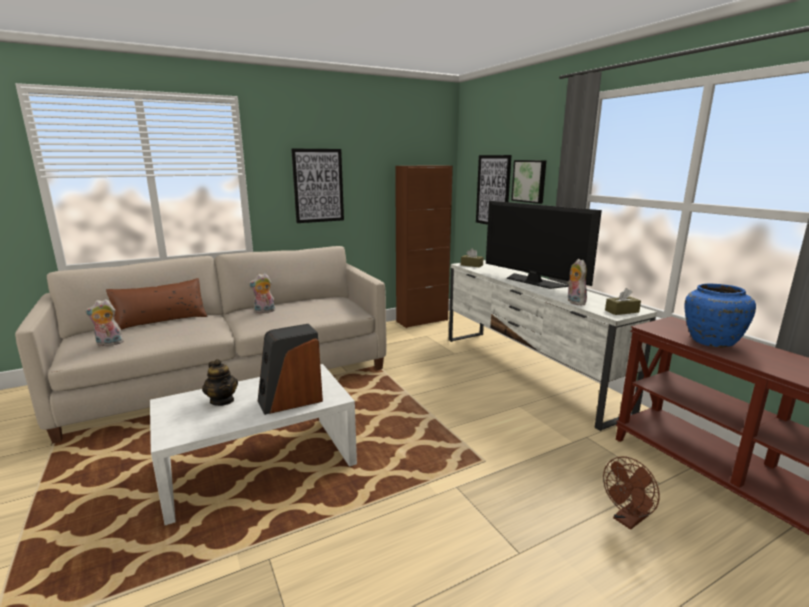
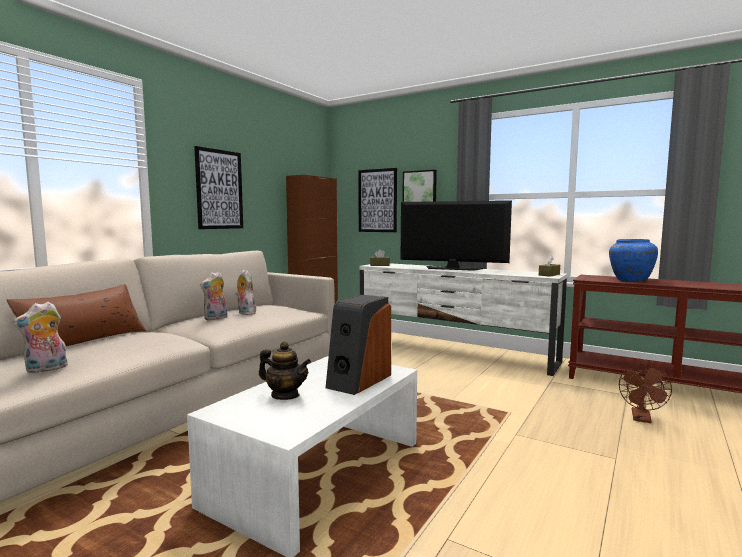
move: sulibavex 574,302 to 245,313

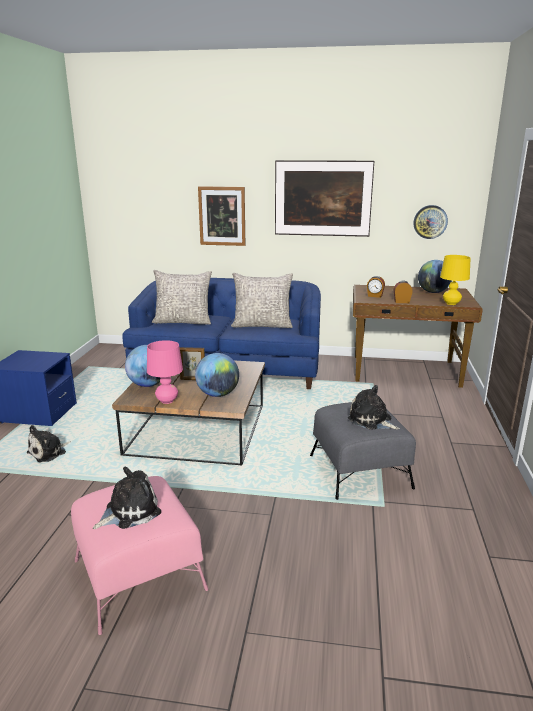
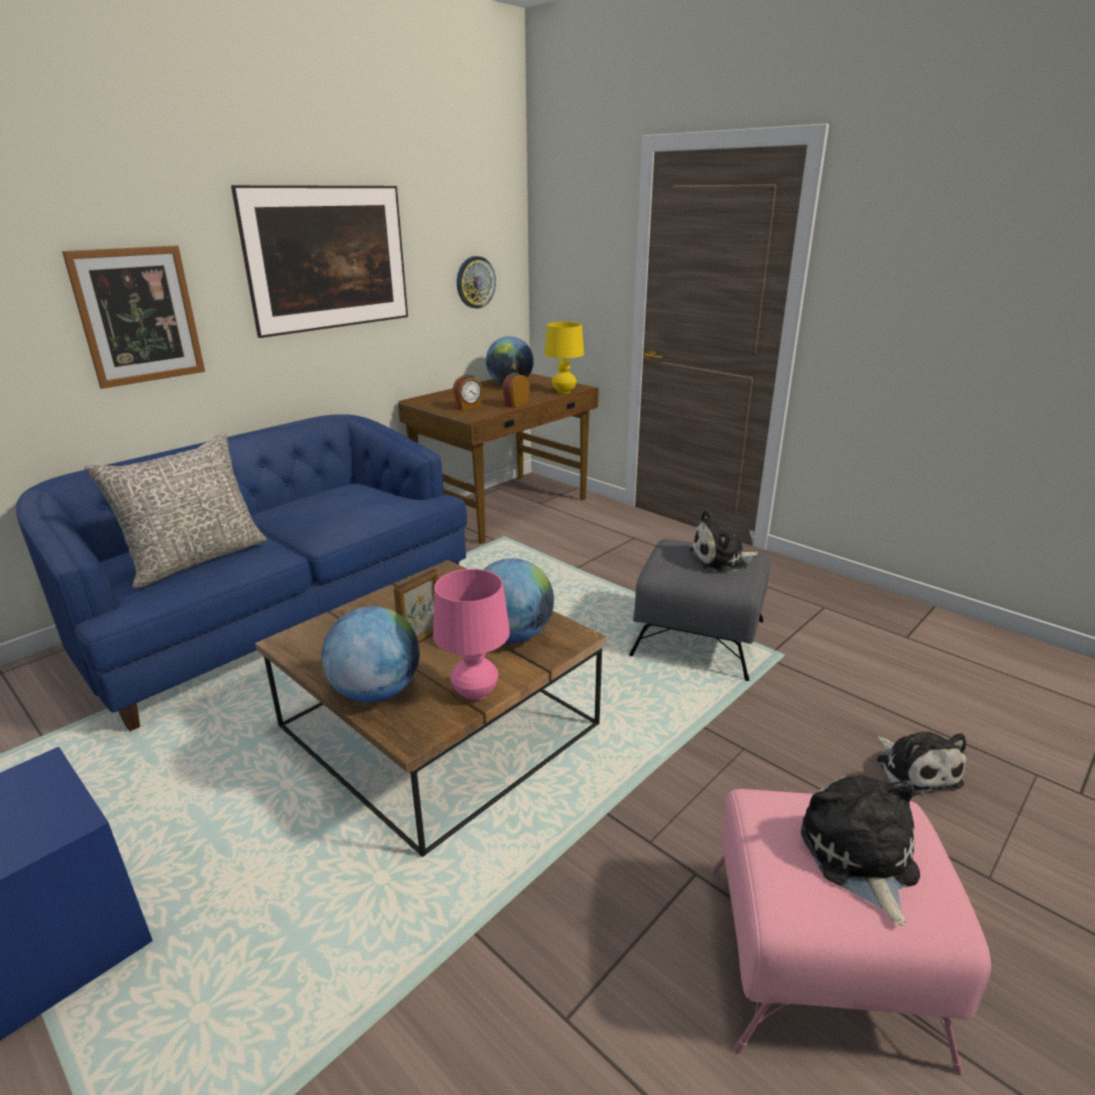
delete: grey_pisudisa 262,325
move: sulibavex 49,452 to 915,769

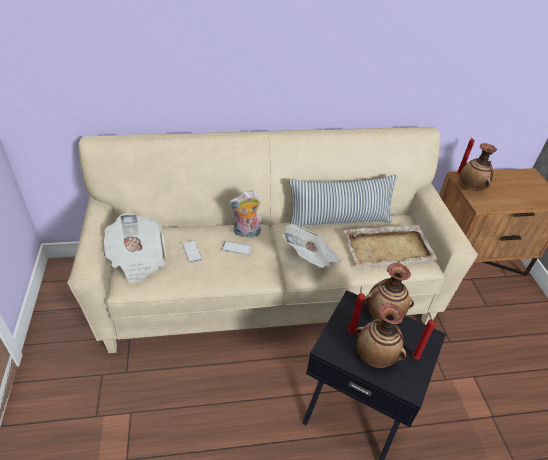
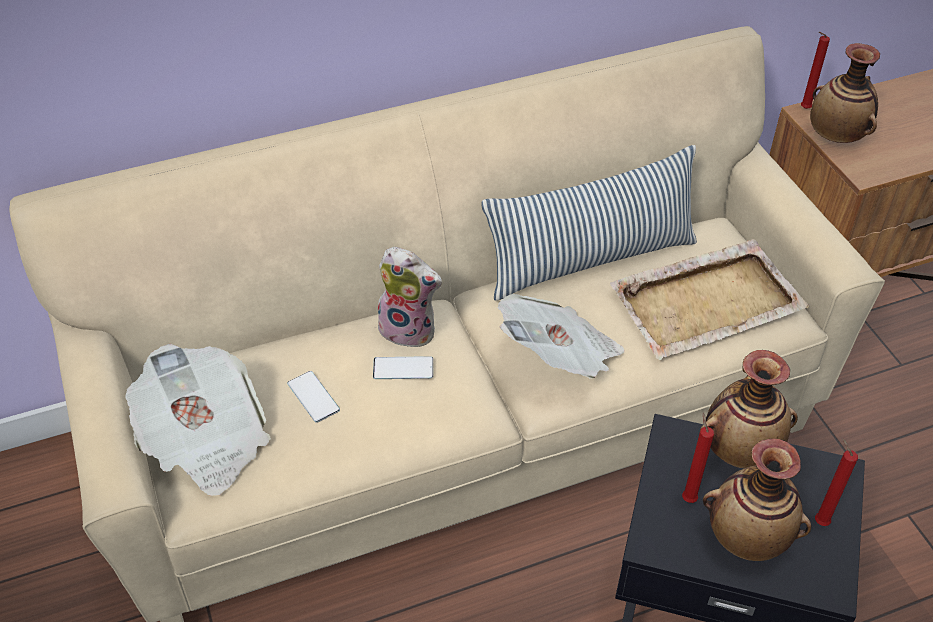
rotate: sulibavex 246,233 = 410,330 135 degrees counterclockwise

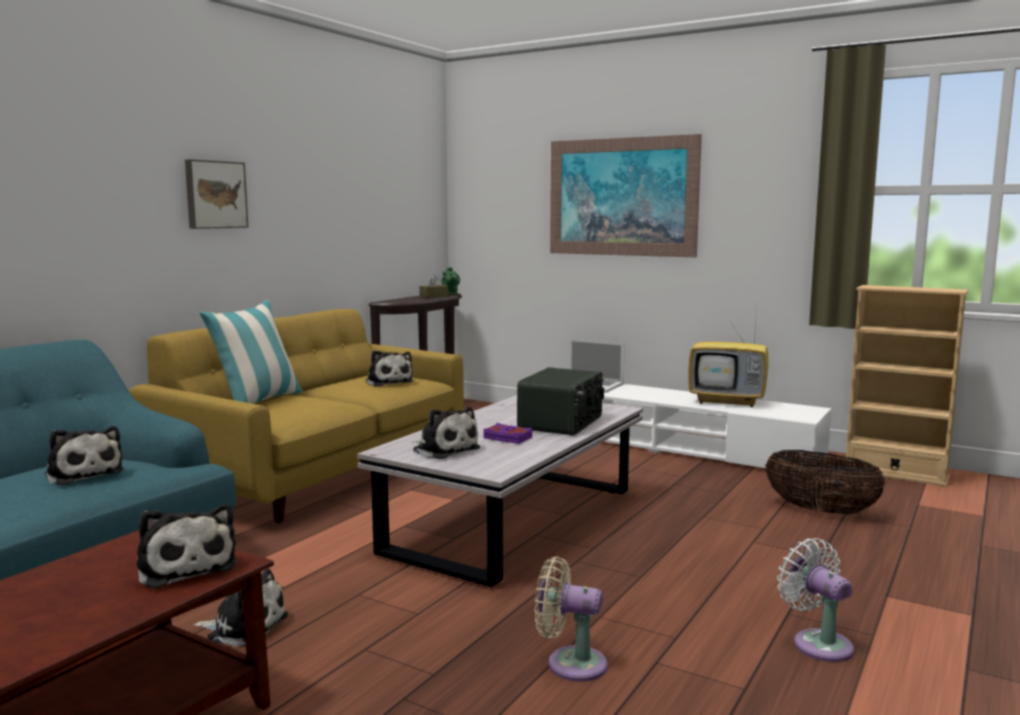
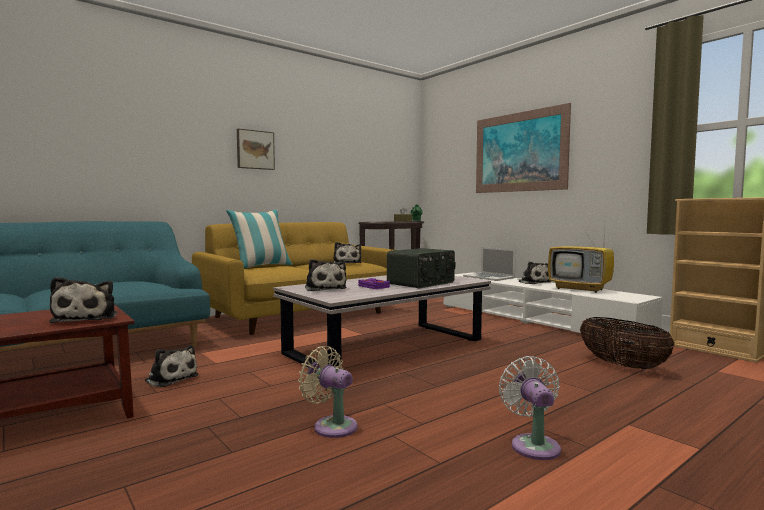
move: sulibavex 83,473 to 533,282

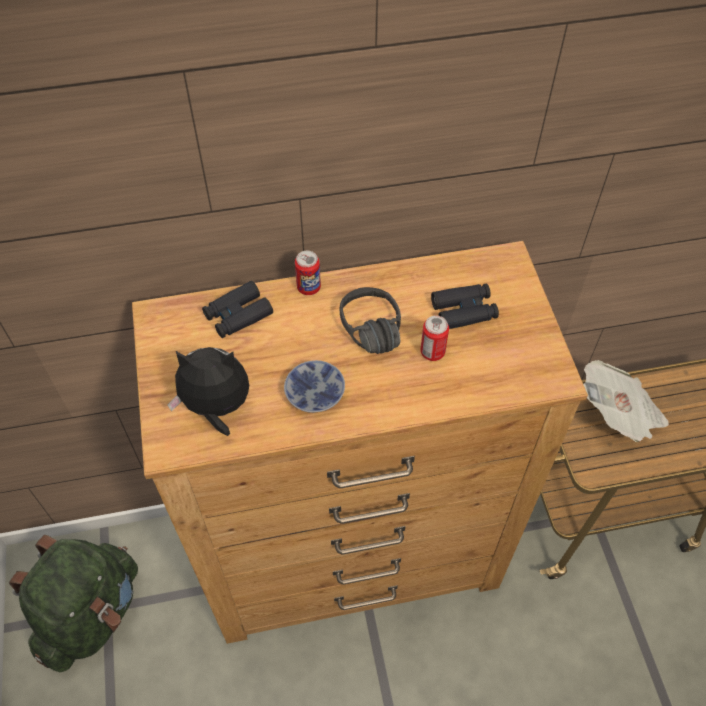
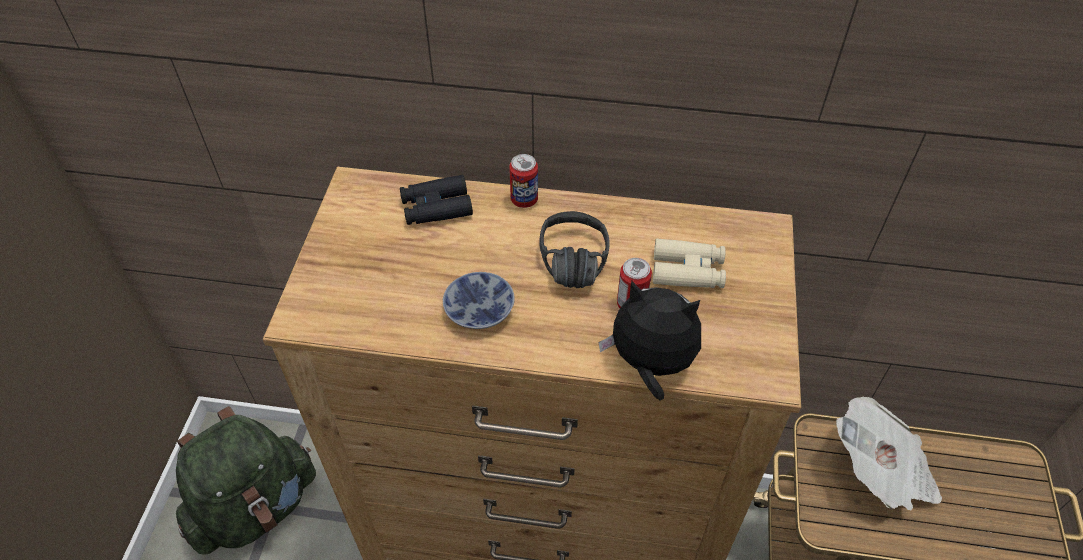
move: sulibavex 216,408 to 650,365
recolor: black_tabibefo 464,311 to beige_tabibefo 688,271

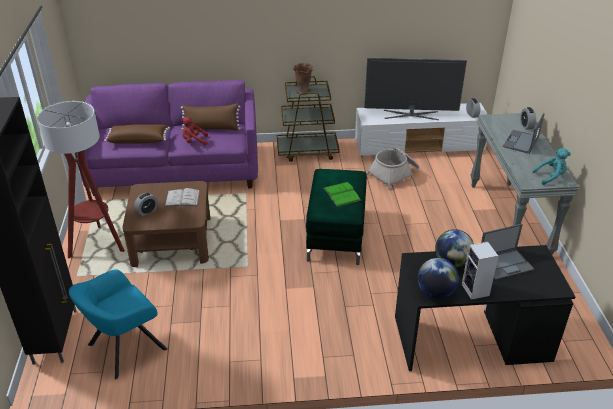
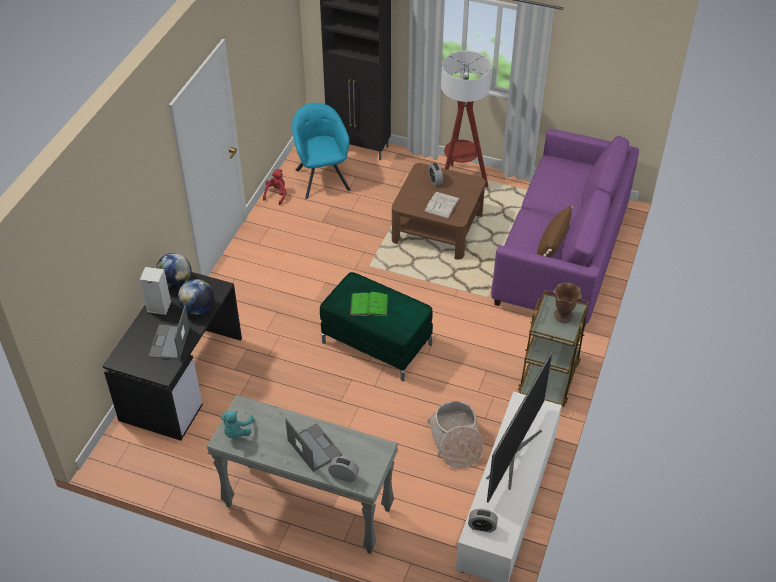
delete: brown_pisudisa 138,140
move: red_sulibavex 194,142 to 276,194

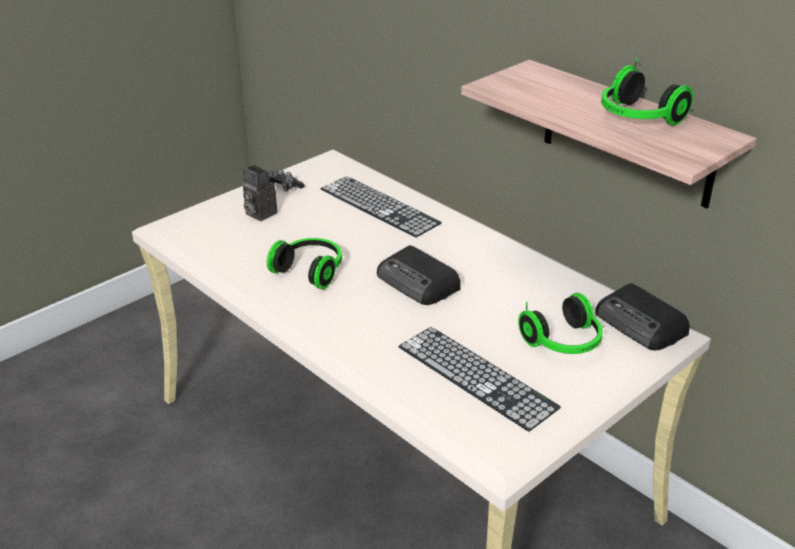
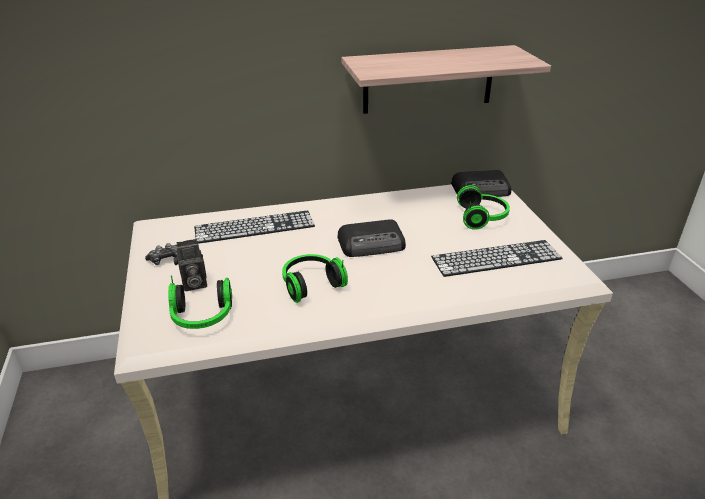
move: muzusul 637,118 to 202,318

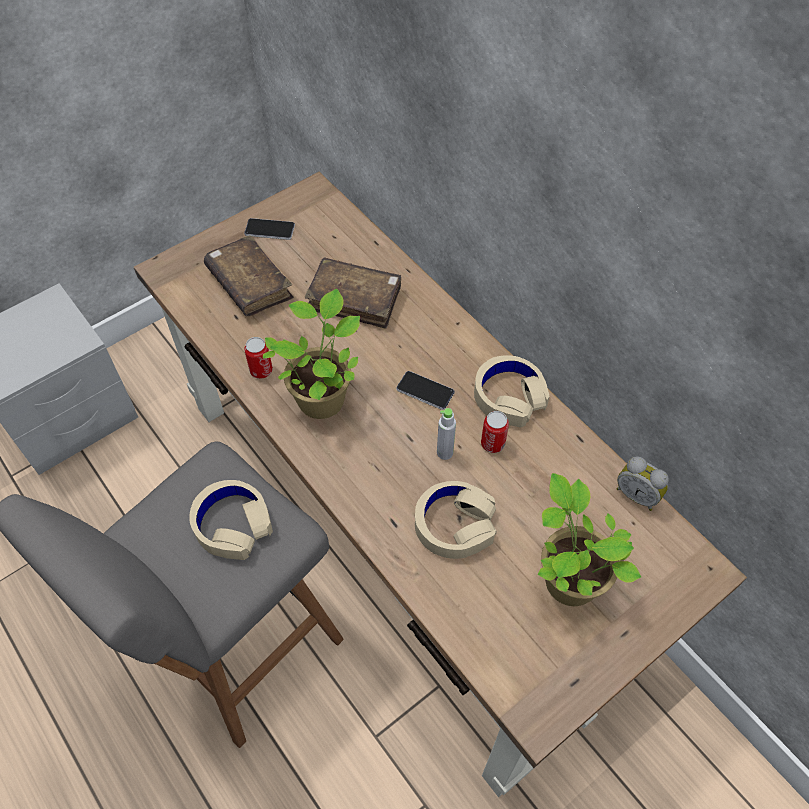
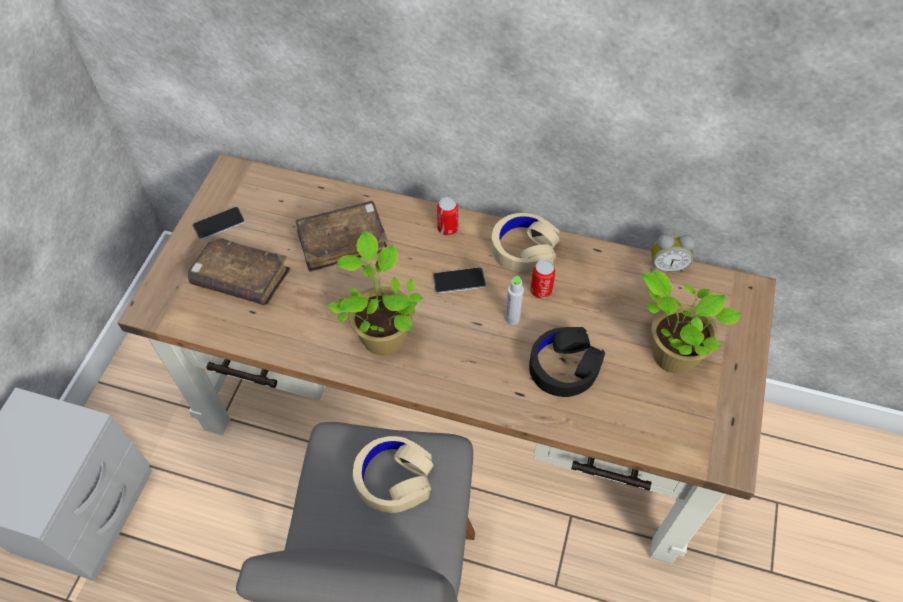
move: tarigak 261,370 to 448,228
recolor: beige_muzusul 454,525 to black_muzusul 564,366

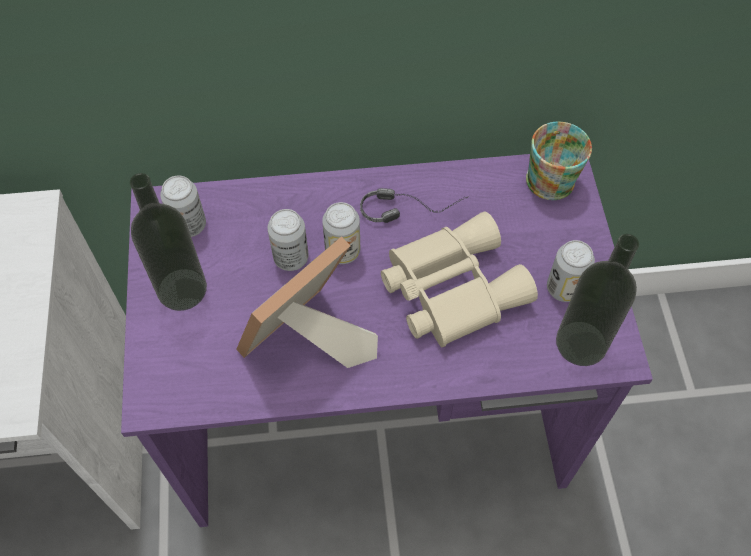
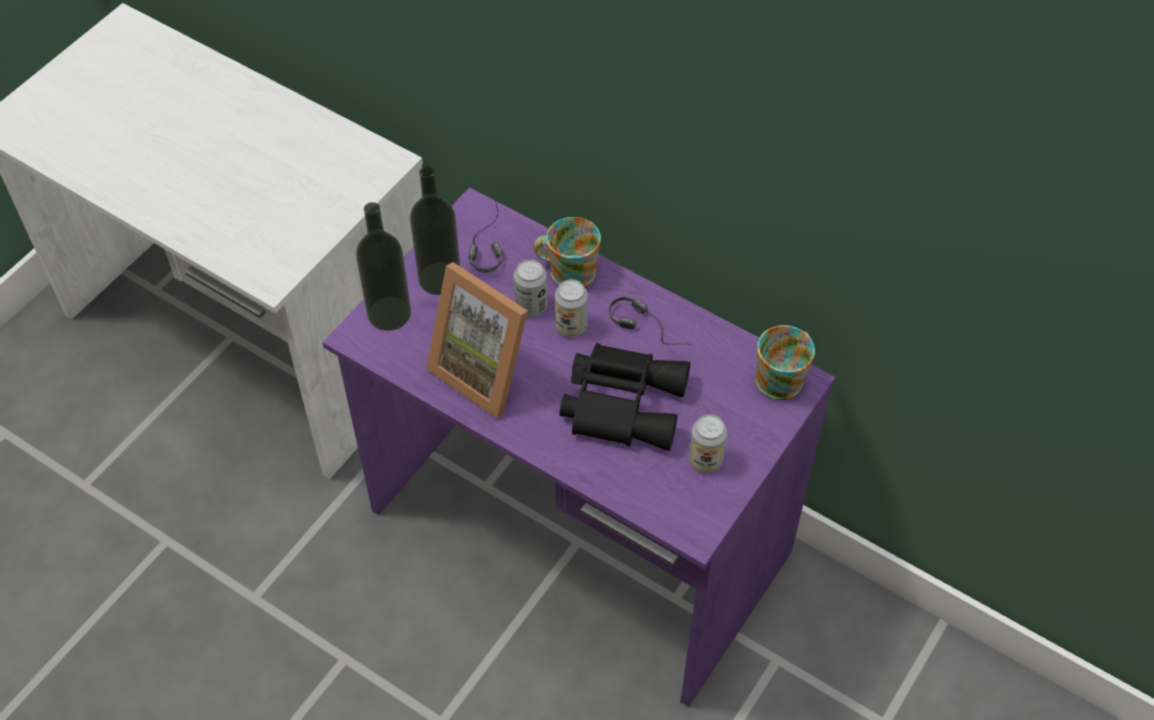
insert: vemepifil 566,270
move: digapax 581,343 to 389,313
replace: tarigak 189,225 to muzusul 484,238
recolor: beige_tabibefo 450,287 to black_tabibefo 622,401
rotate: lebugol 306,344 = 486,369 135 degrees counterclockwise

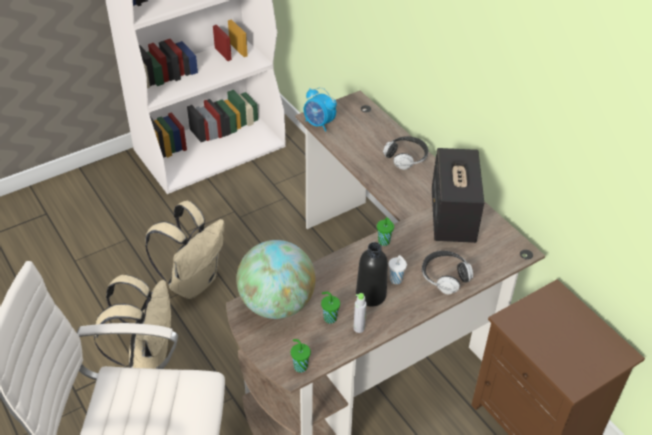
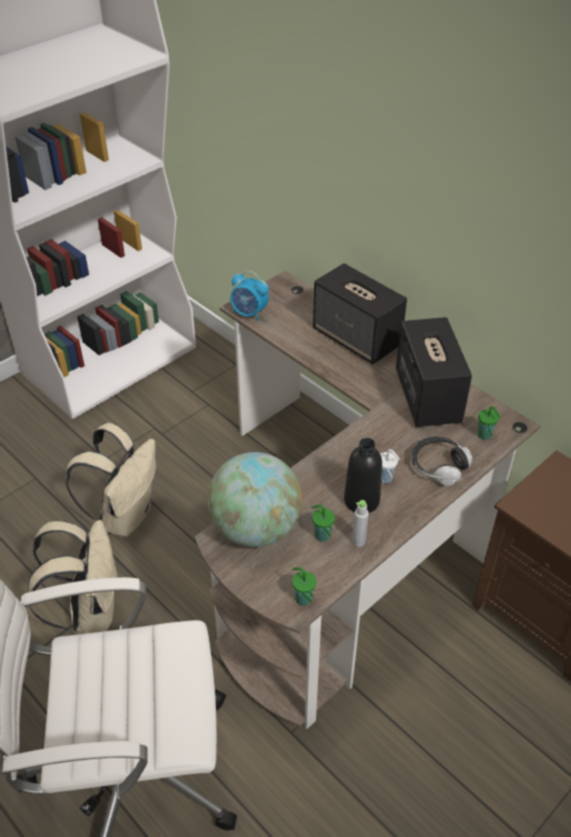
move: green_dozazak 384,242 to 485,435
replace: muzusul 406,158 to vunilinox 357,338

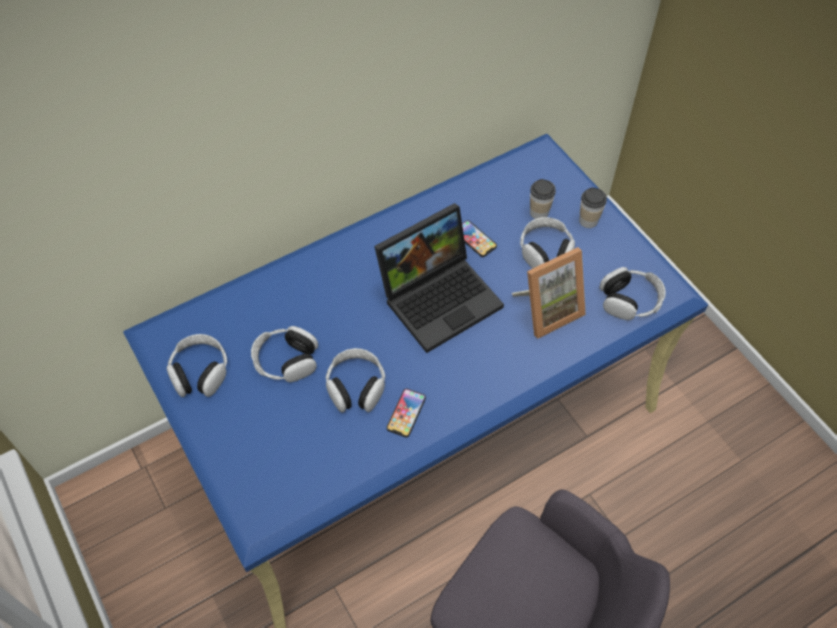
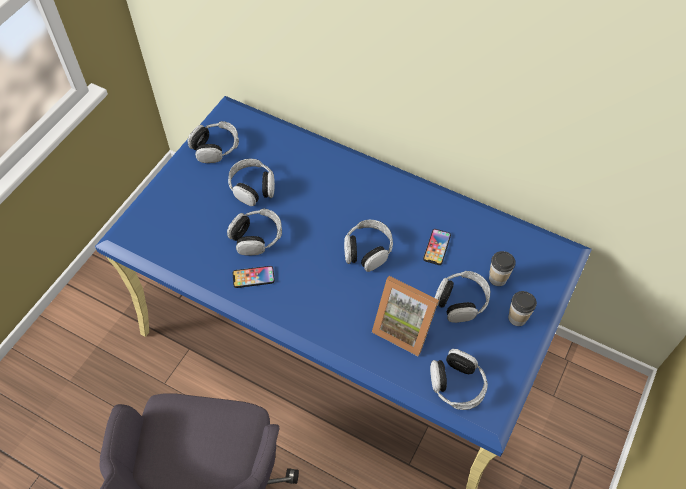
replace: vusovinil 440,296 to muzusul 367,250

